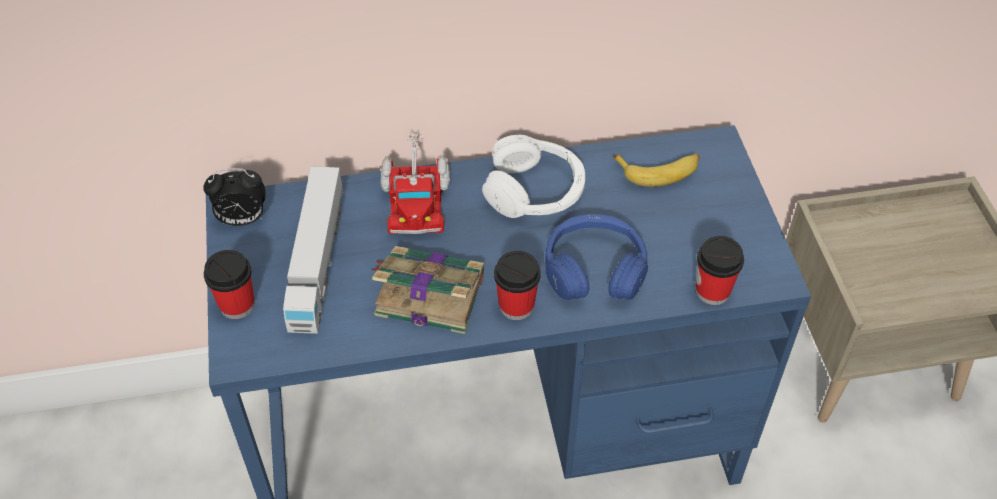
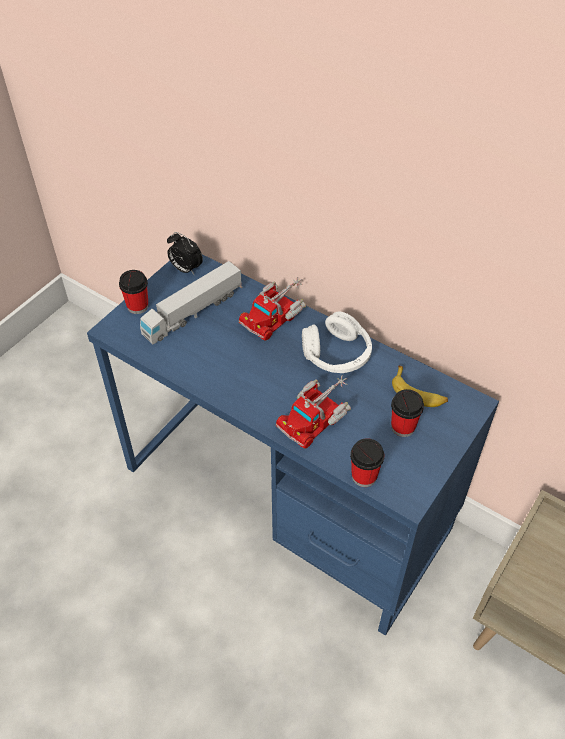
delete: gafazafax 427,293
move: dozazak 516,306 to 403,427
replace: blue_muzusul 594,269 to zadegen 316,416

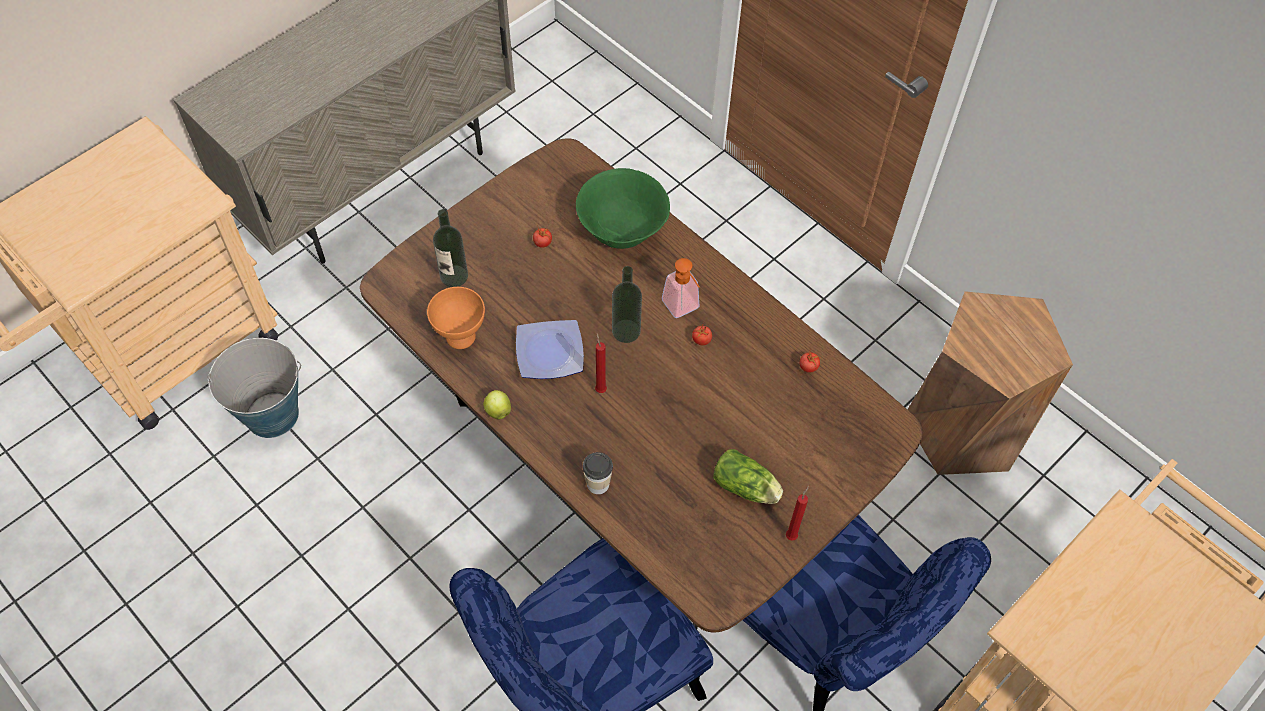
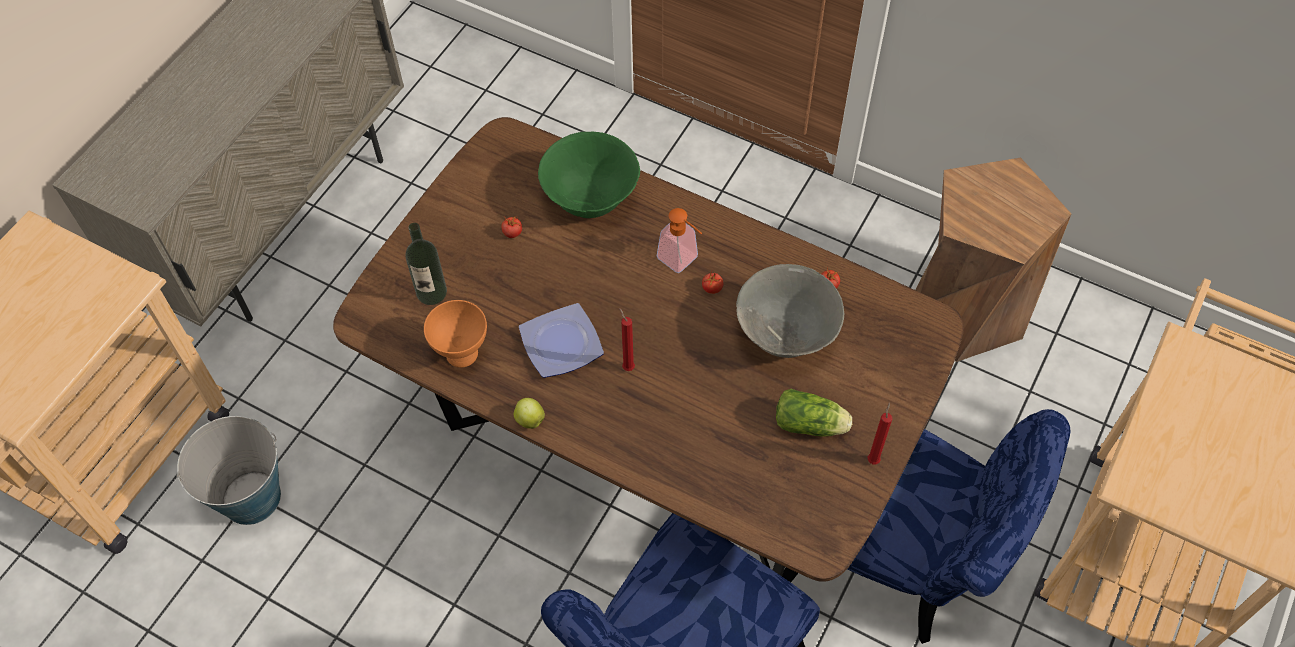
delete: dozazak 598,484; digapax 626,331
insert: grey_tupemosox 786,334

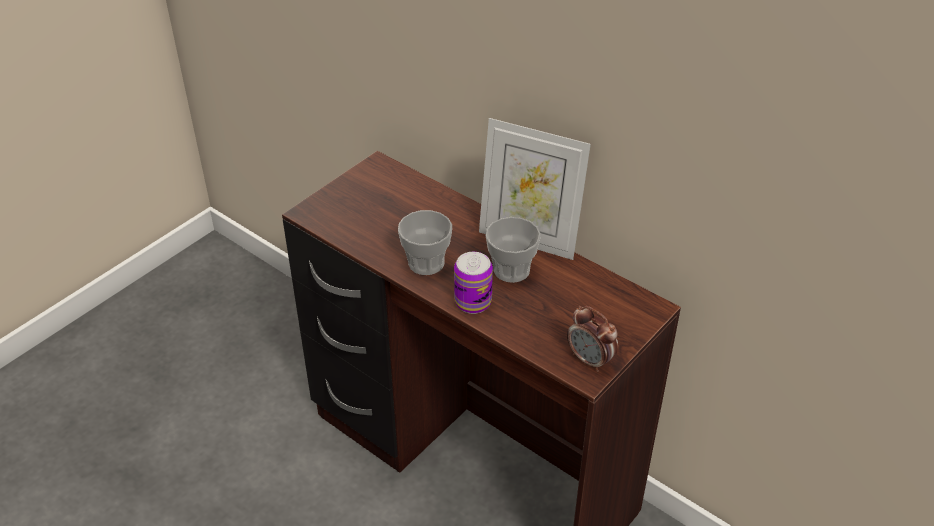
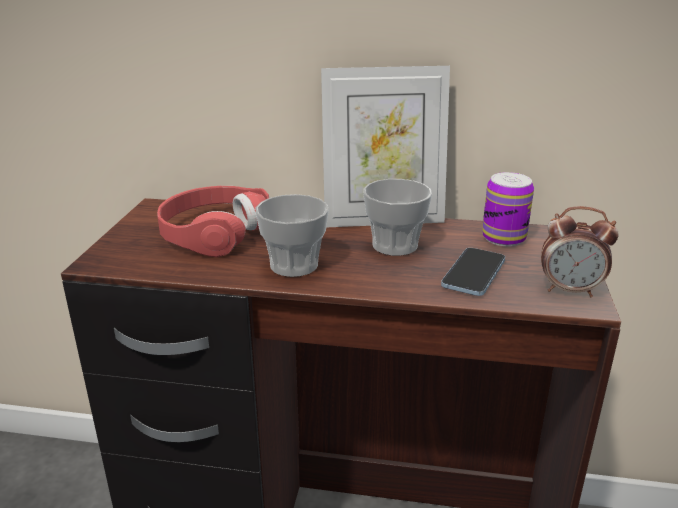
insert: red_muzusul 214,233; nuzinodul 473,274
move: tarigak 473,302 to 503,238

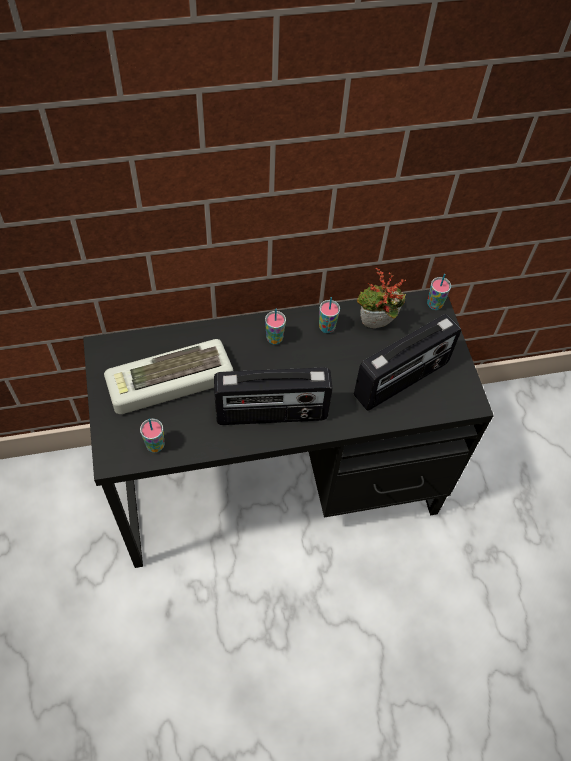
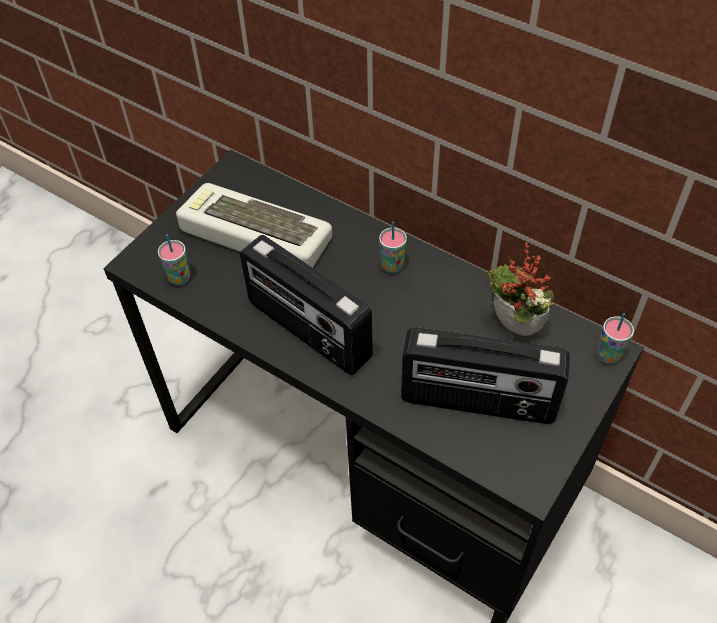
delete: dozazak 327,327

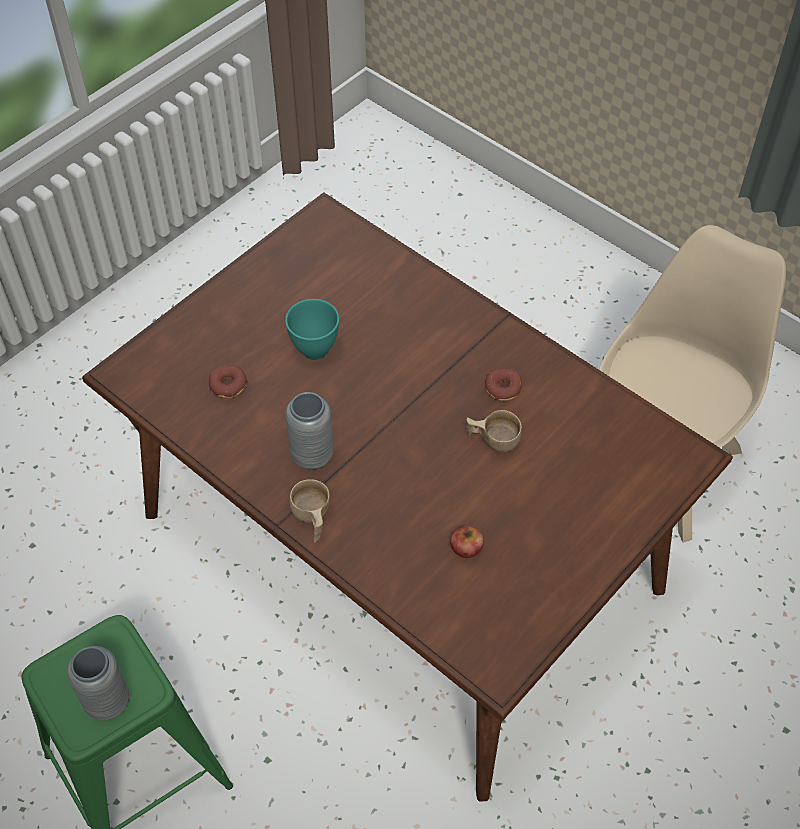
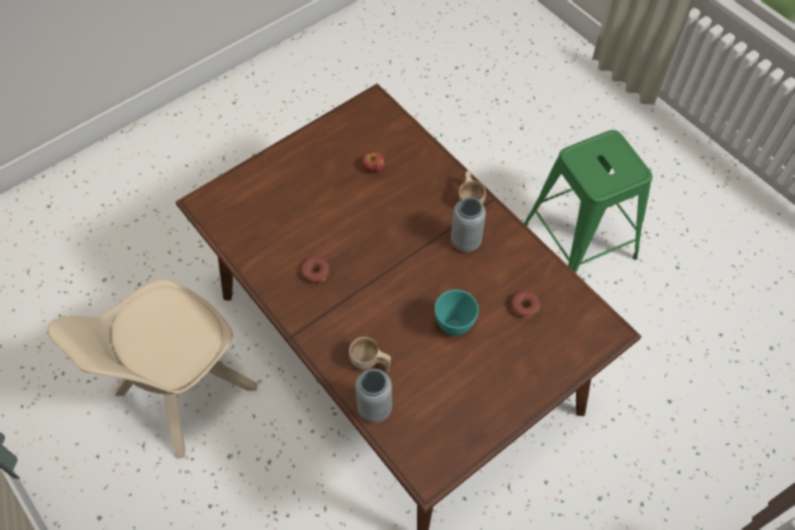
move: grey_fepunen 107,702 to 374,408; beige_dozazak 492,440 to 370,363

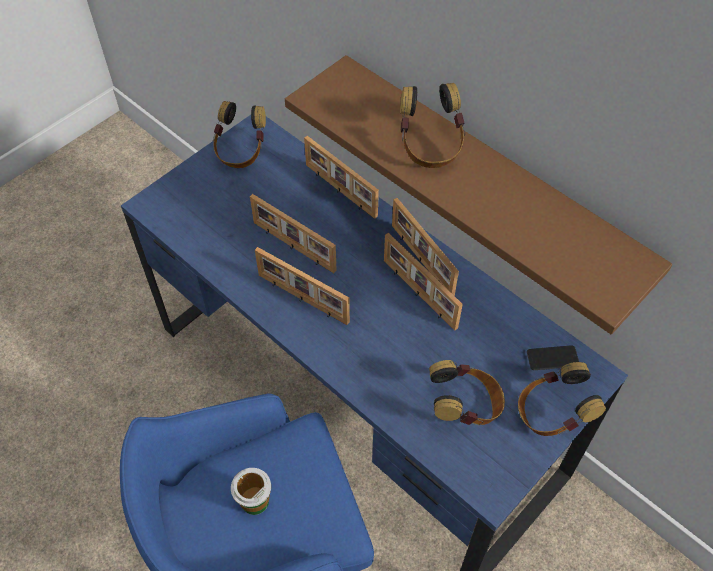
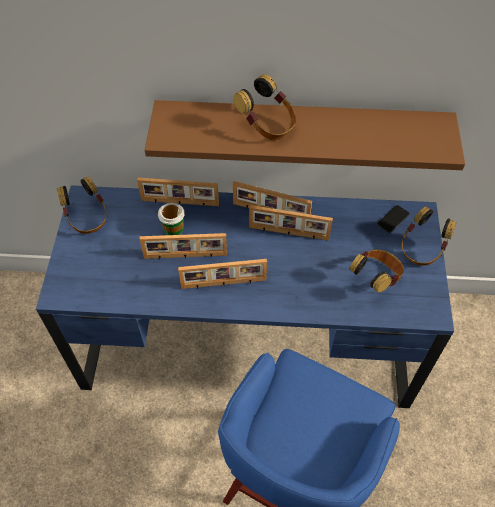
move: dozazak 254,501 to 173,229

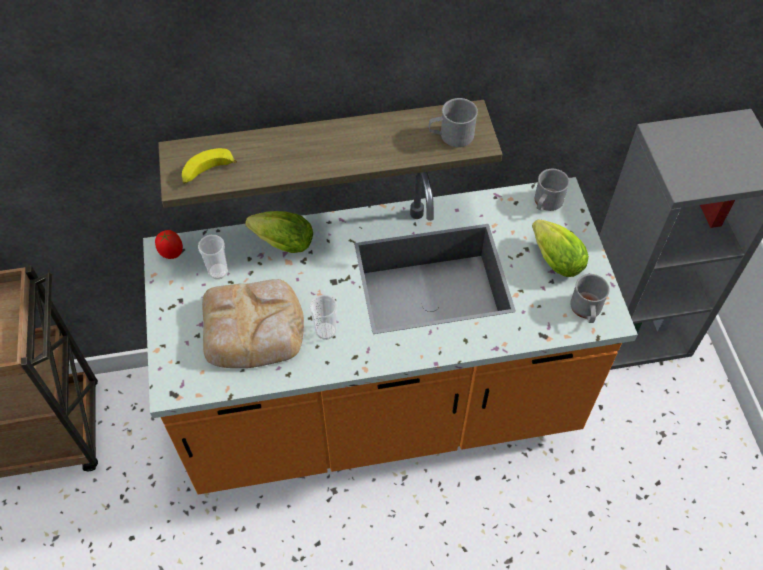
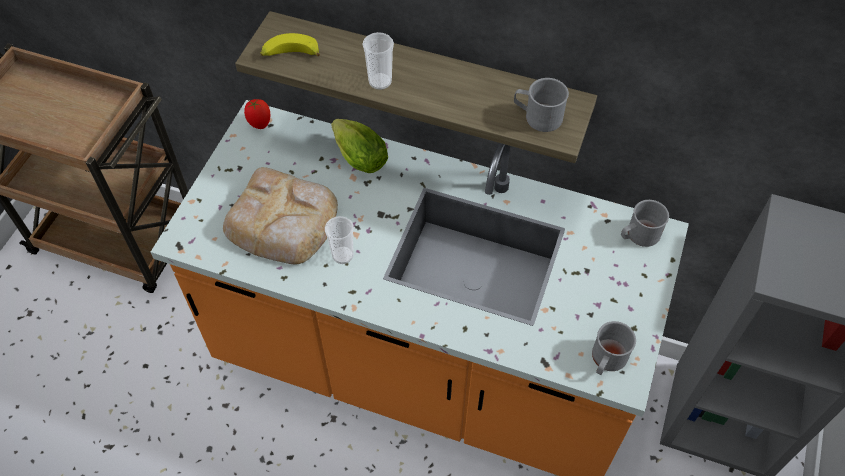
delete: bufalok 553,258
move: dozazak 218,271 to 380,81

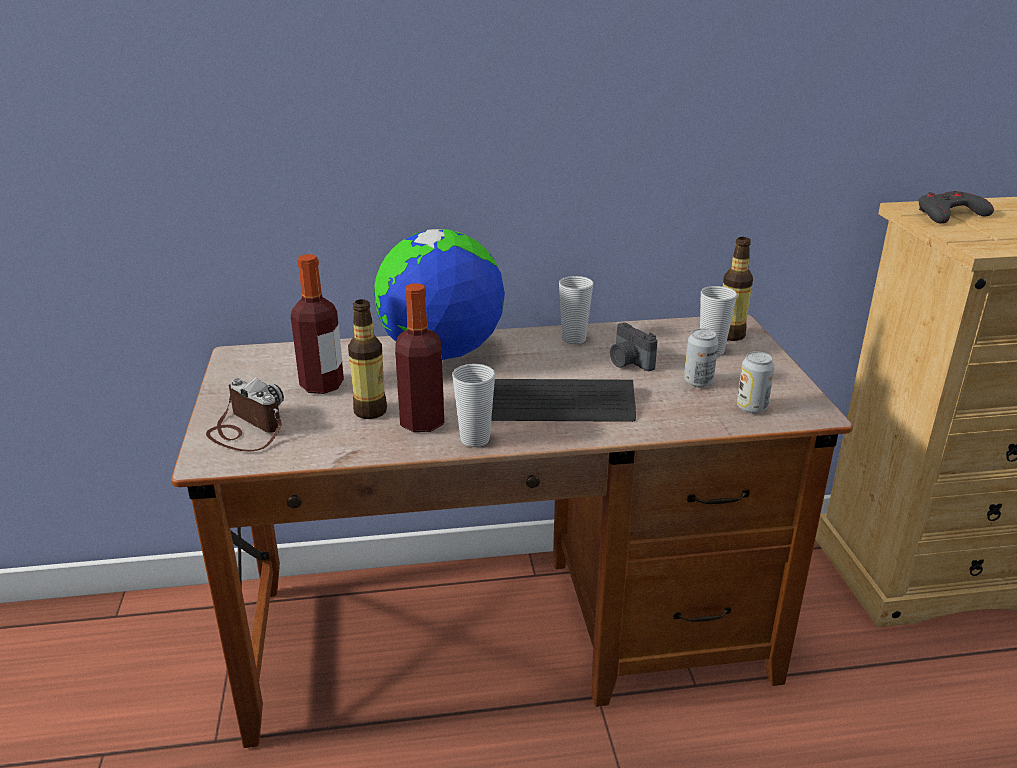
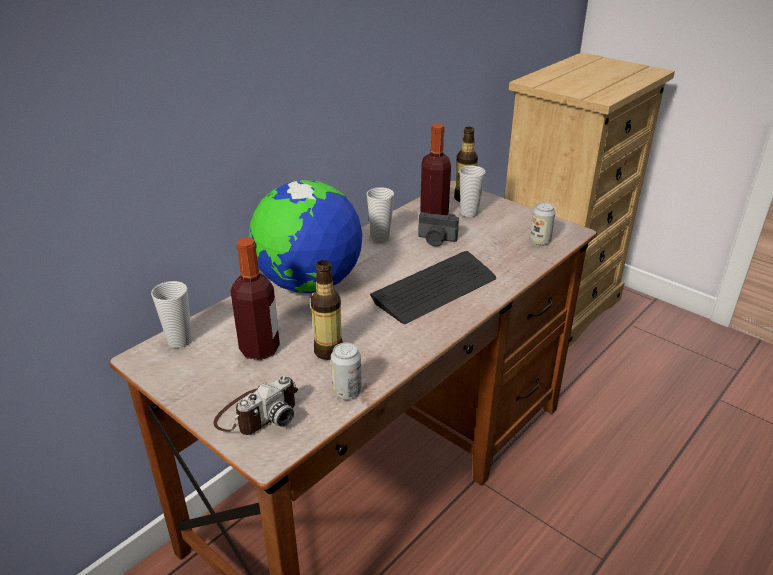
delete: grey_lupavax 949,214
move: digapax 422,422 to 434,214; dozazak 475,439 to 179,341; tarigak 698,382 to 347,392
rotate: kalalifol 246,430 = 257,413 135 degrees clockwise

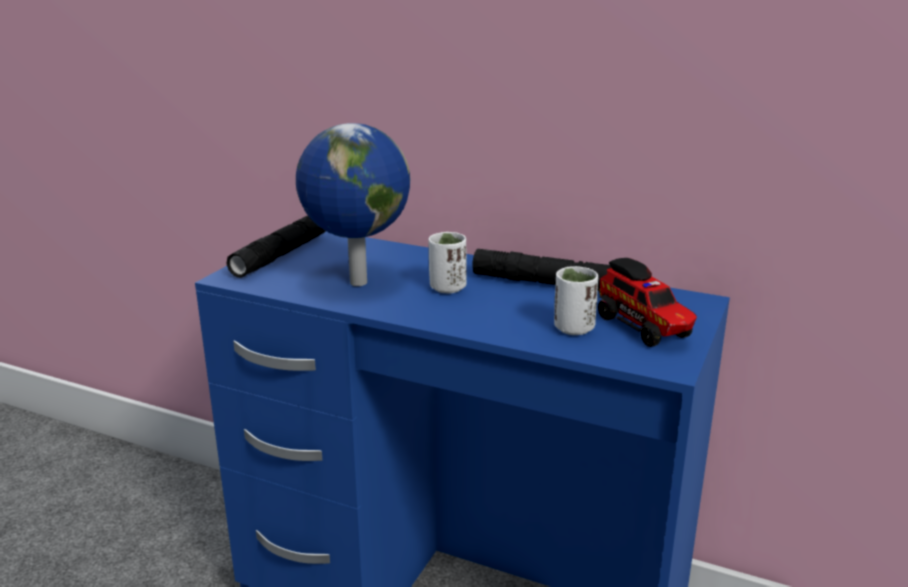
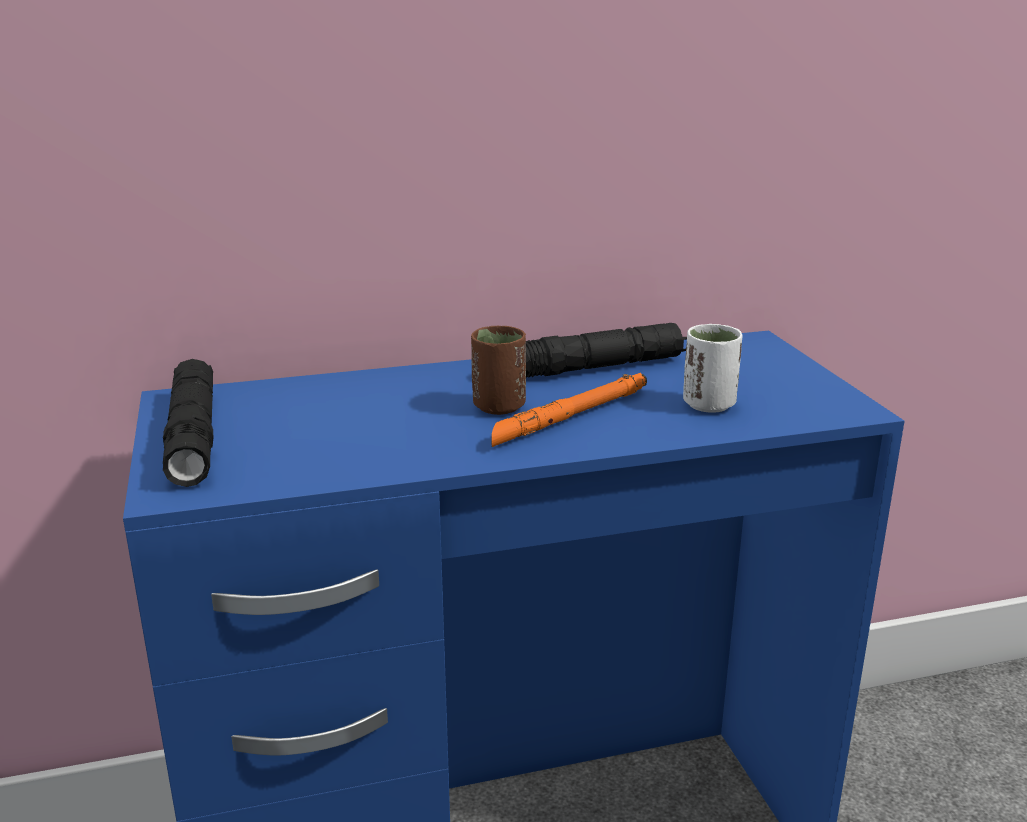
delete: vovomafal 356,283; zadegen 644,328
insert: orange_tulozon 570,417
recolor: white_dozazak 447,288 to brown_dozazak 499,406

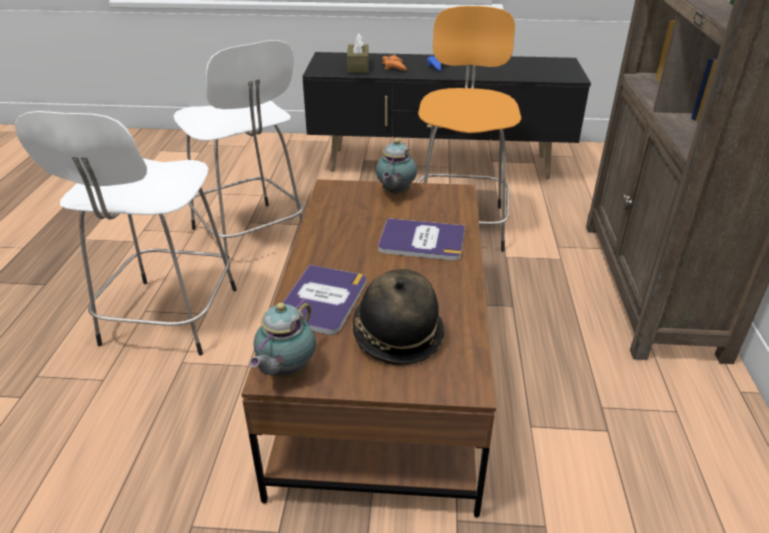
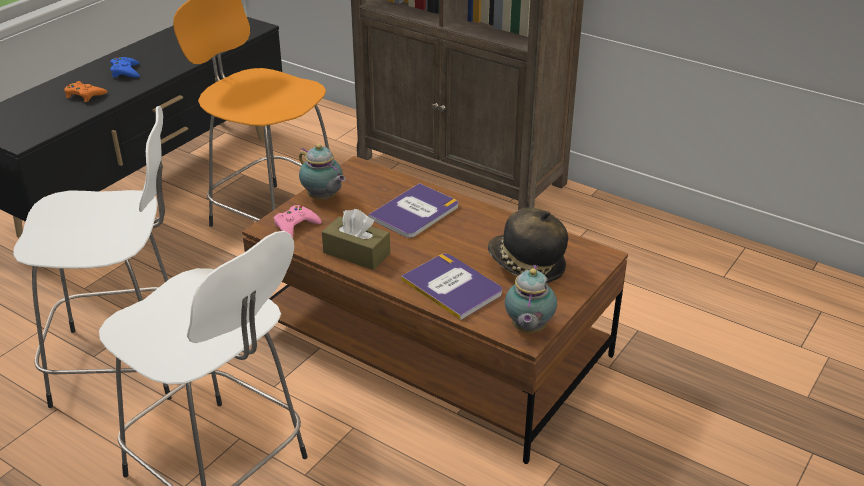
insert: pink_lupavax 295,226
move: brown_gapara 358,67 to 356,253
rotate: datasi 286,372 = 528,329 45 degrees clockwise

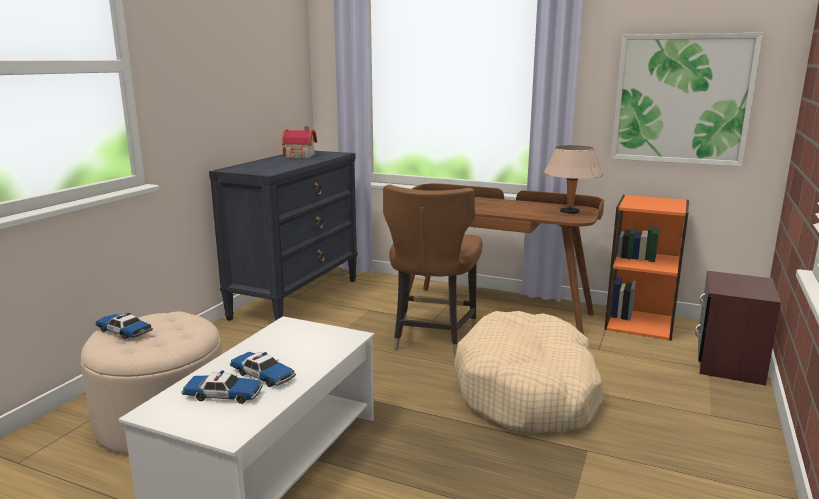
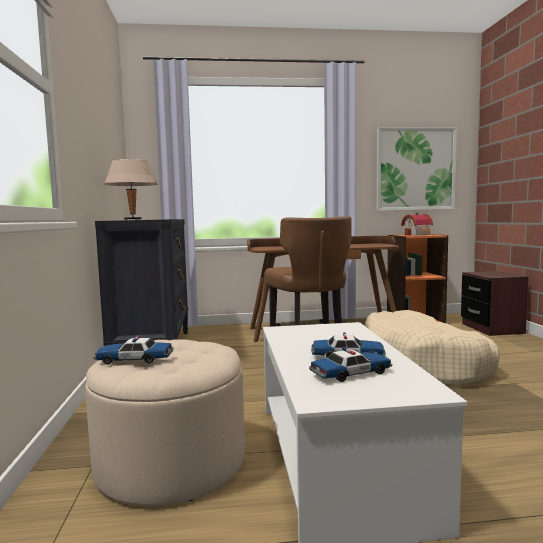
move: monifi 300,156 to 418,235; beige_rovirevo 569,212 to 132,219

